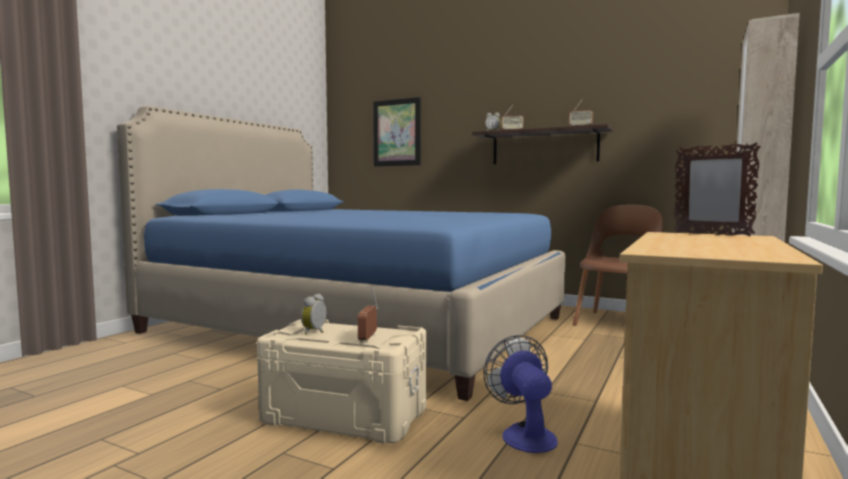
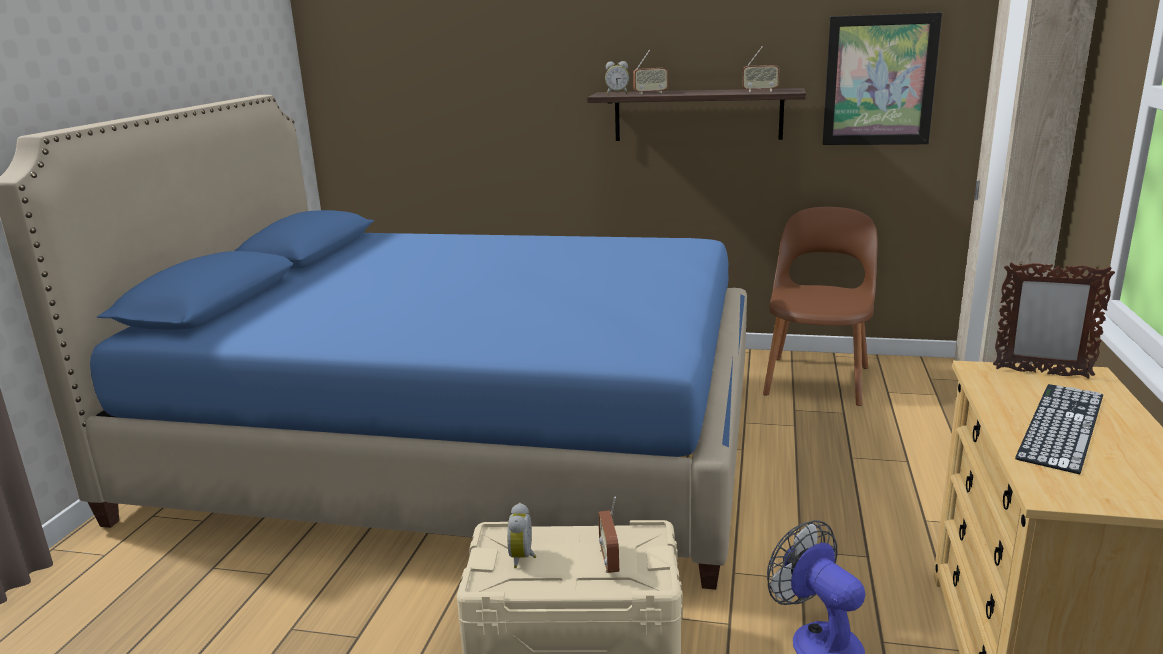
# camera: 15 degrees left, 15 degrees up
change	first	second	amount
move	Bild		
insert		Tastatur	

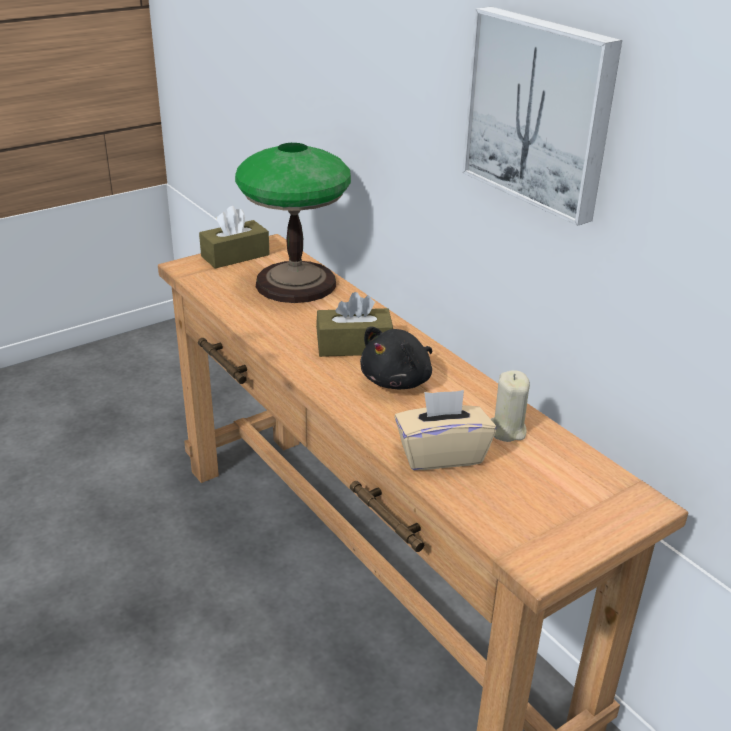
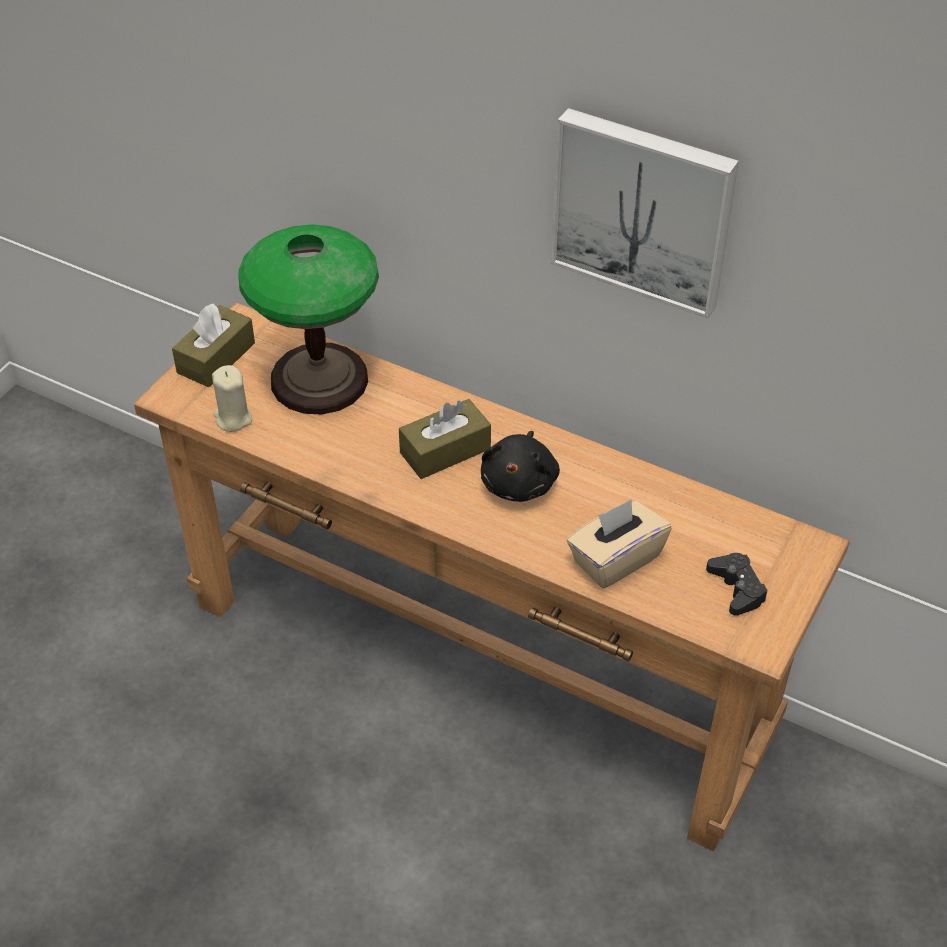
# camera: 25 degrees left, 15 degrees up
change	first	second	amount
move	Kerze/beige		
insert		Gamepad/schwarz	

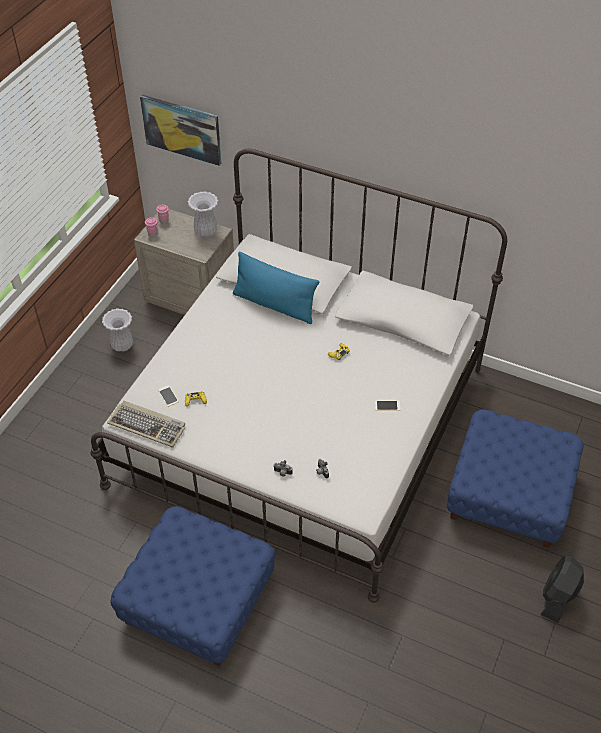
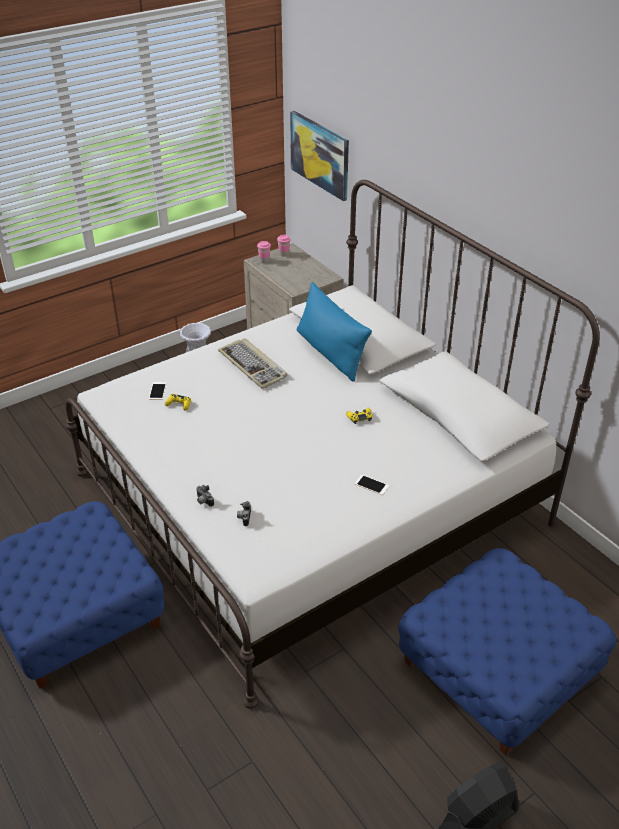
# camera: 30 degrees right, 10 degrees down
change	first	second	amount
move	Tastatur		
delete	Vase/weiß (2nd from left)		

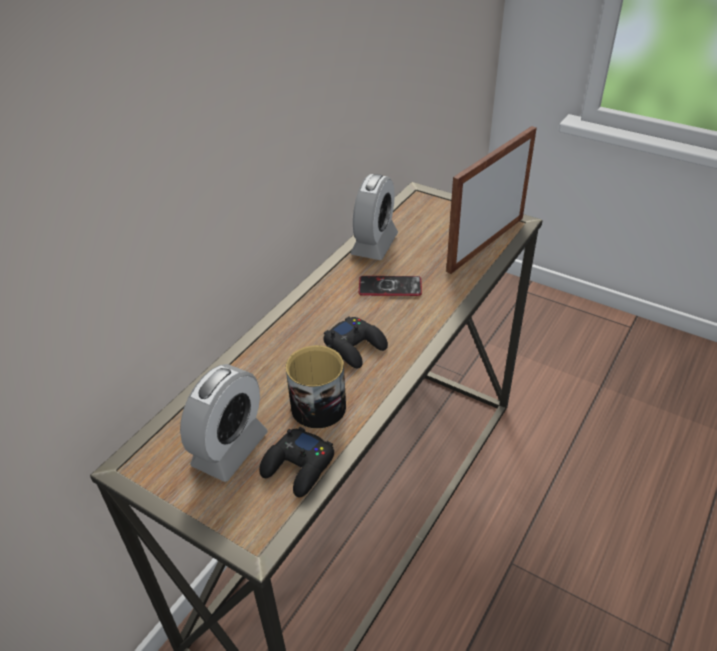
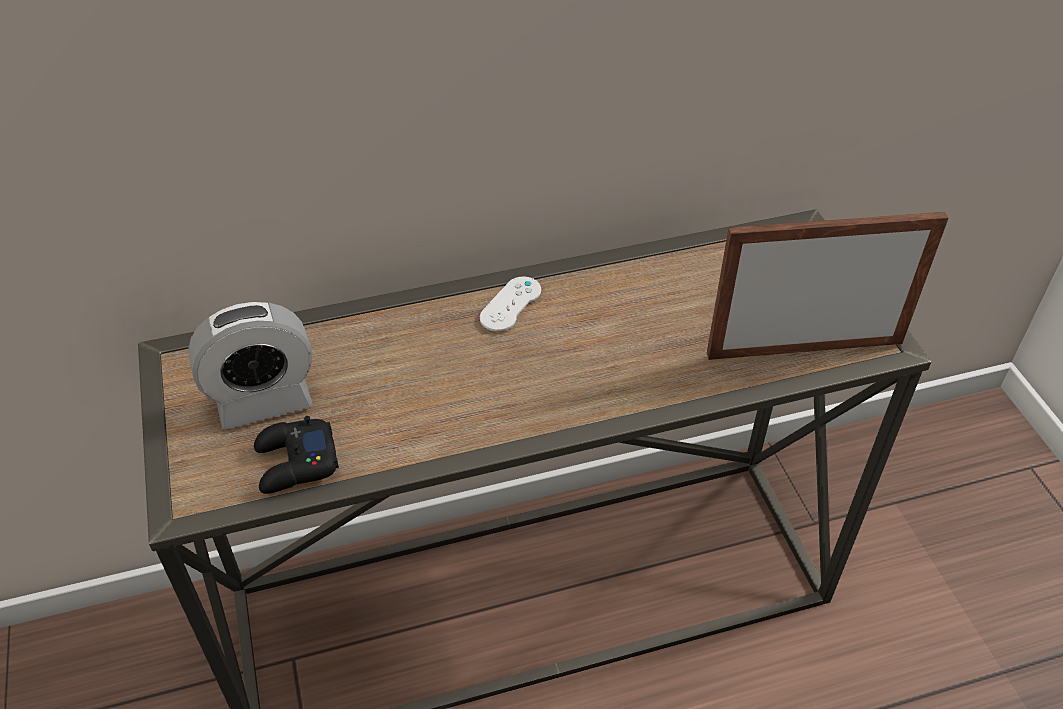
# camera: 40 degrees right, 5 degrees up
change	first	second	amount
delete	Henkelbecher		
delete	Gamepad/schwarz (2nd from left)		
delete	Wecker (2nd from left)		
delete	Handy		
insert		Gamepad/weiß	

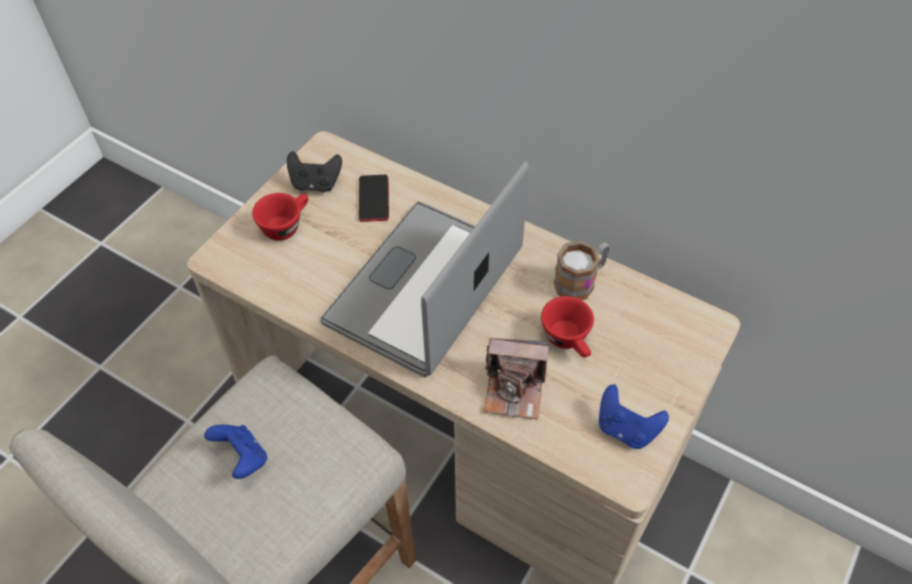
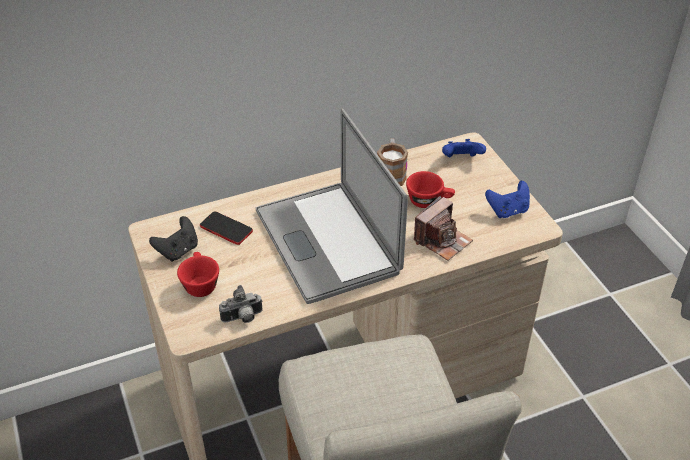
# camera: 55 degrees left, 10 degrees down
change	first	second	amount
move	Gamepad/blau (1st from left)		
insert		Kamera (1st from left)	

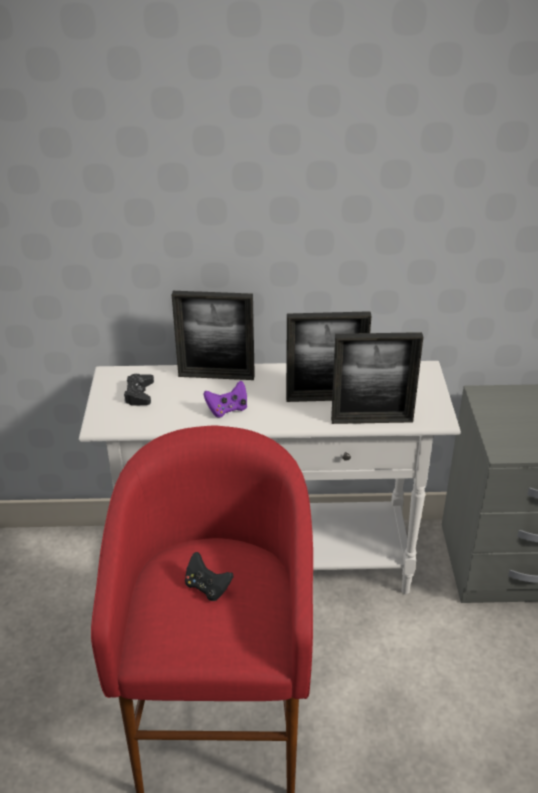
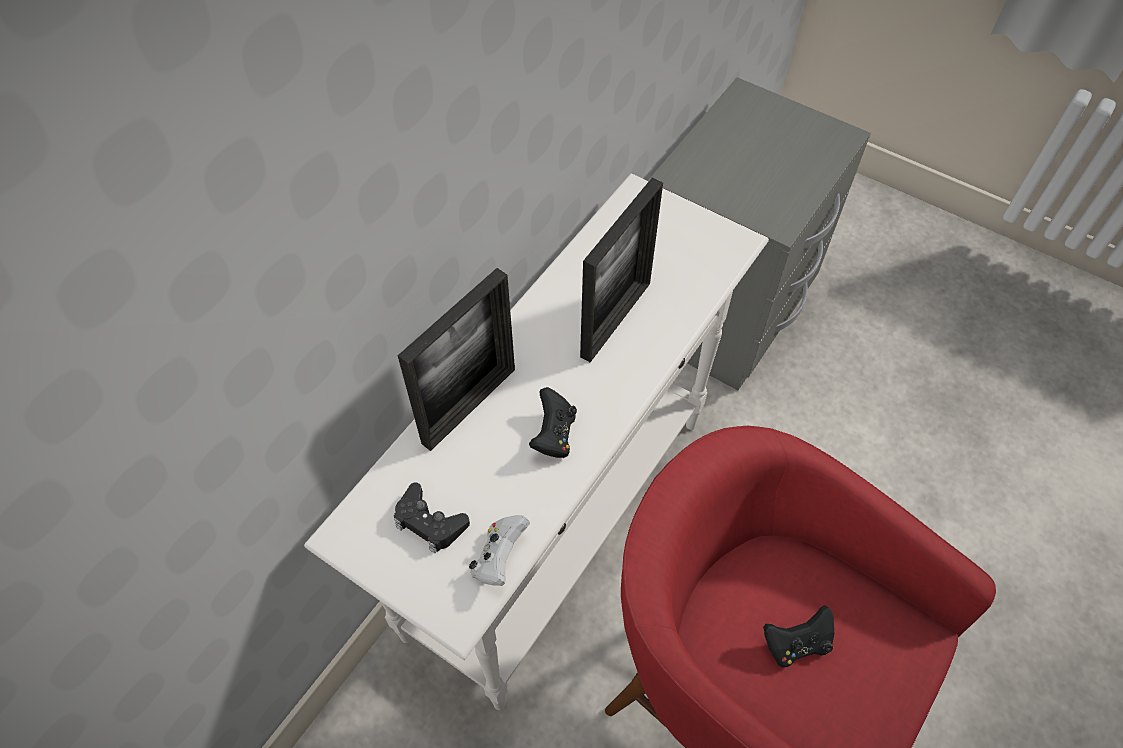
# camera: 55 degrees left, 20 degrees up
change	first	second	amount
recolor	Gamepad/lila	Gamepad/schwarz (2nd from left)	
delete	Bilderrahmen (3rd from left)		
insert		Gamepad/weiß	

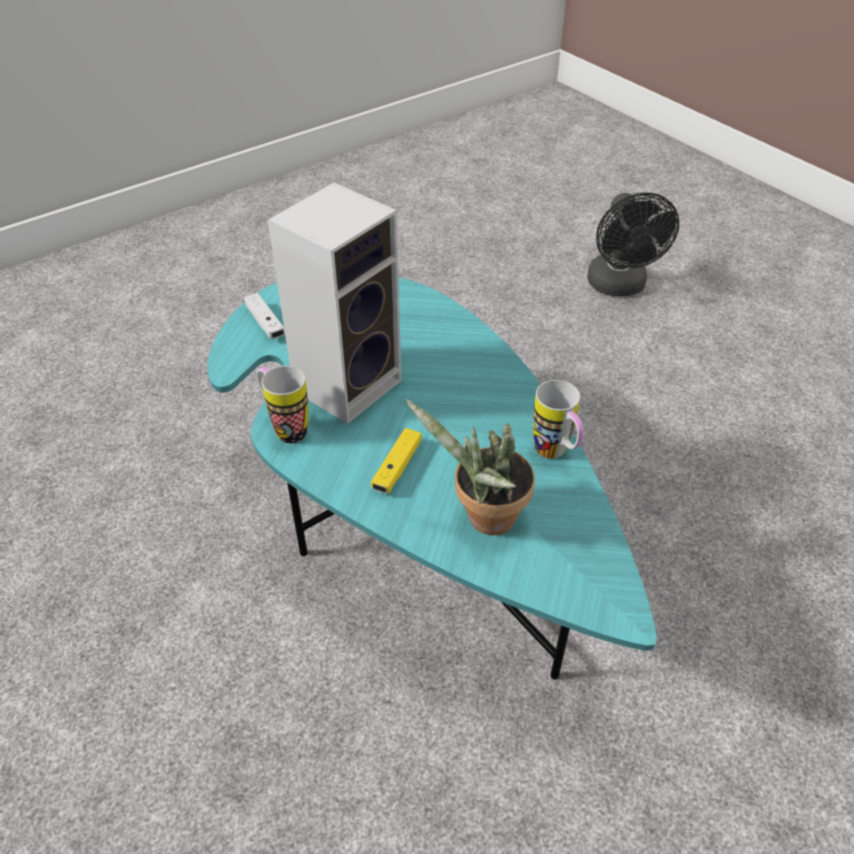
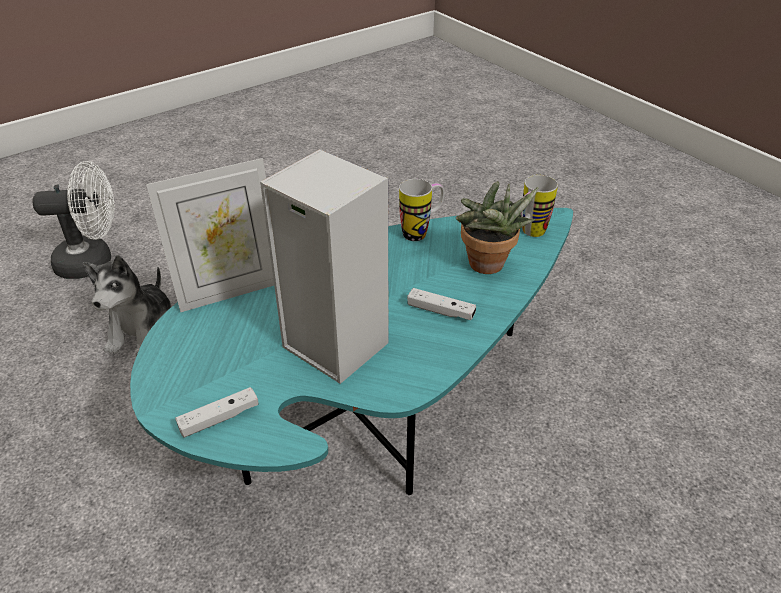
# camera: 90 degrees left, 5 degrees down
change	first	second	amount
move	Henkelbecher (1st from left in the first image)	Henkelbecher (2nd from left)	
recolor	Gamepad/gelb	Gamepad/weiß (2nd from left)	
recolor	Ventilator/schwarz	Ventilator/weiß	
insert		Plüschtier	
insert		Bilderrahmen	

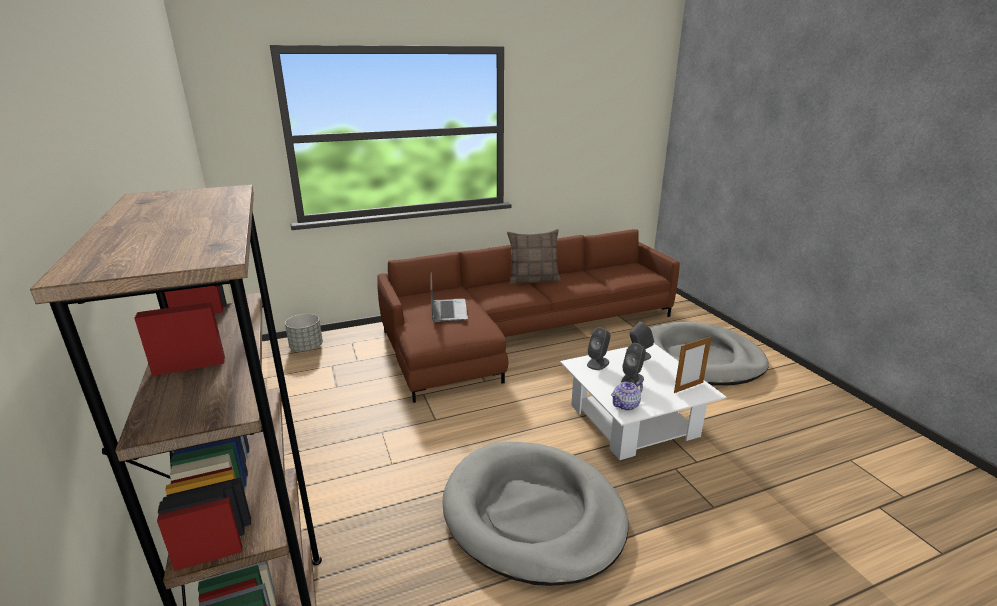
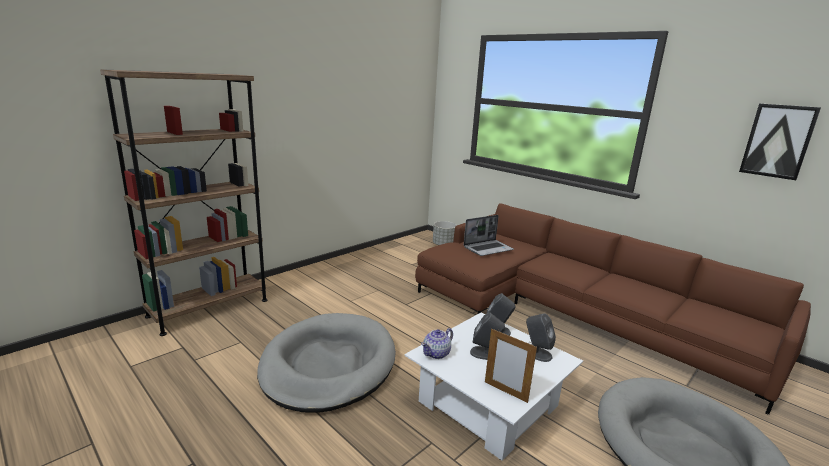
# camera: 65 degrees right, 5 degrees down
change	first	second	amount
delete	Kissen		
rotate	Teekanne		75 degrees counterclockwise
insert		Bild	

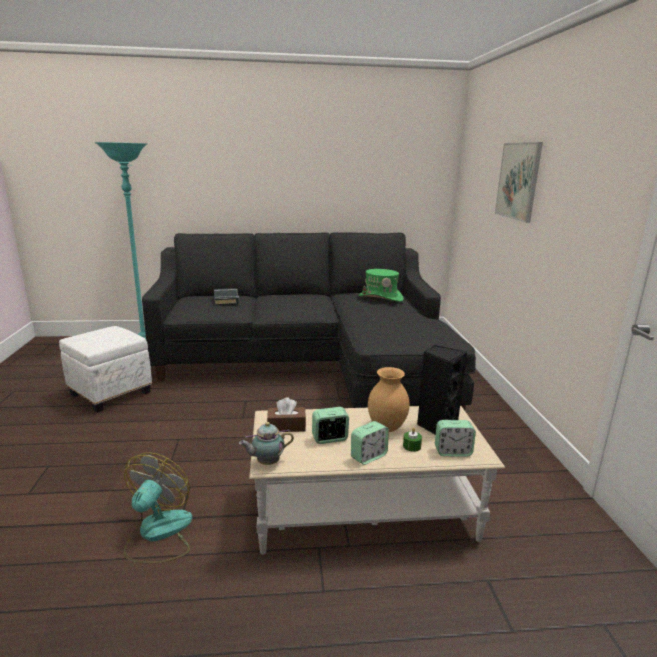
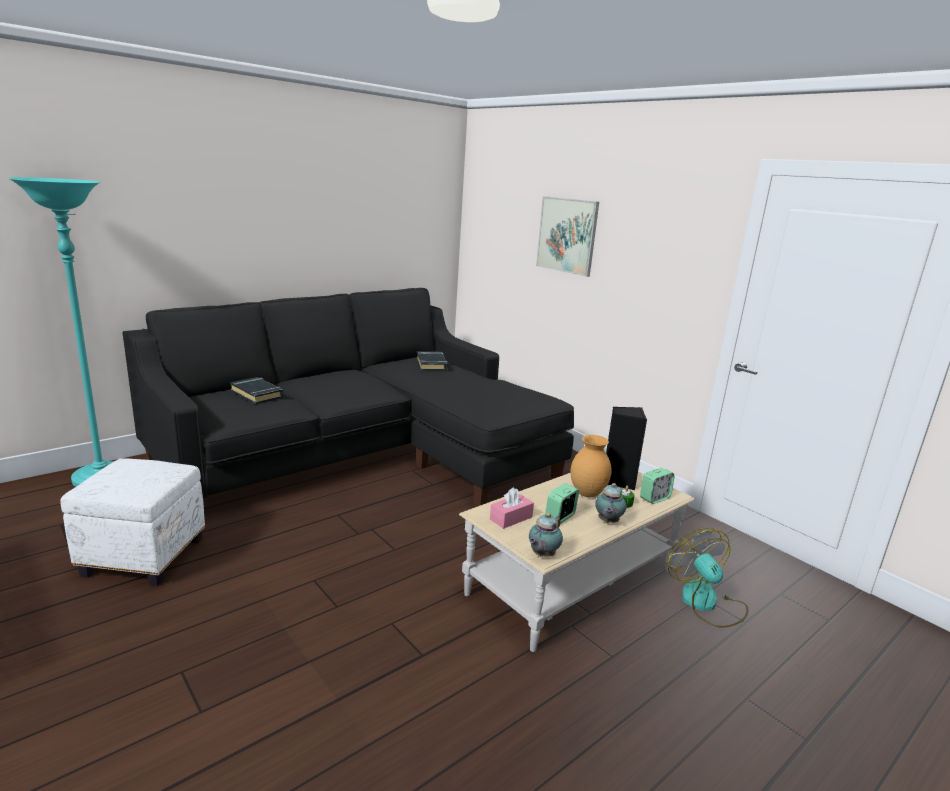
# camera: 35 degrees left, 0 degrees up
change	first	second	amount
move	Ventilator		
recolor	Taschentuchbox/braun	Taschentuchbox/rosa	
replace	Wecker (2nd from left)	Teekanne (2nd from left)	
replace	Hut/grün	Buch/schwarz (2nd from left)	

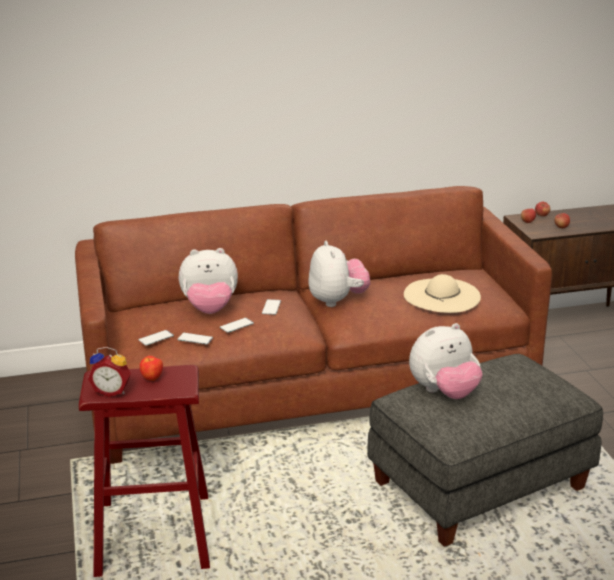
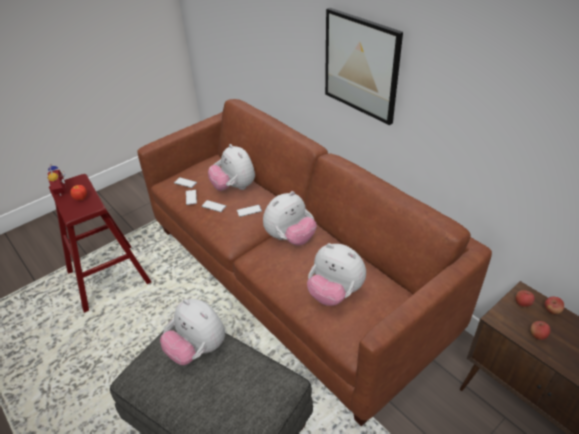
# camera: 65 degrees right, 15 degrees up
change	first	second	amount
replace	Hut/beige	Plüschtier (4th from left)	
insert		Bild	

